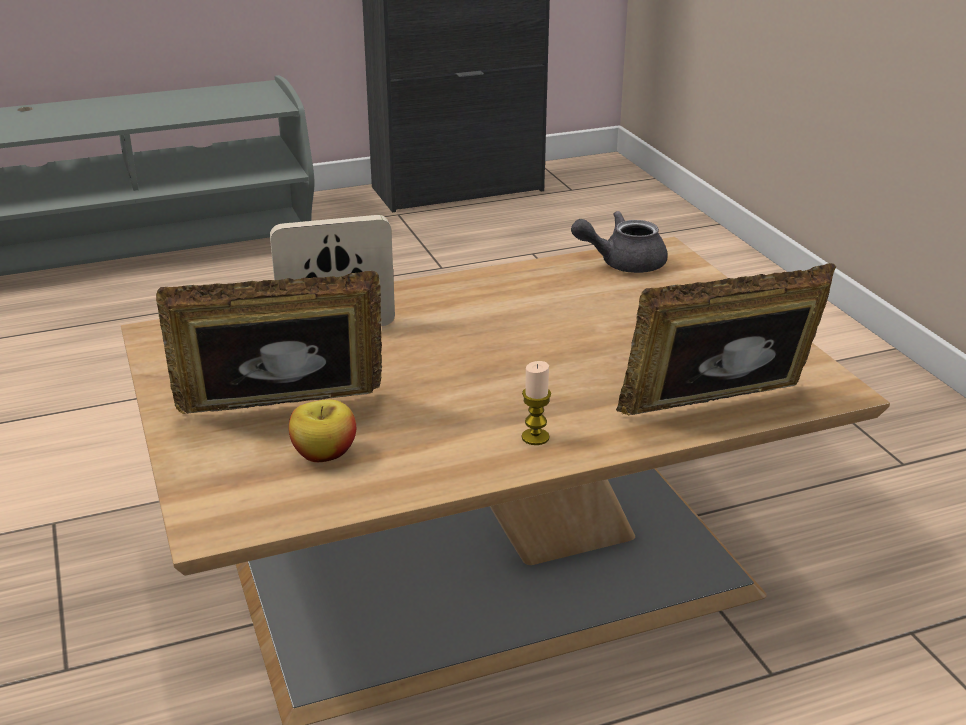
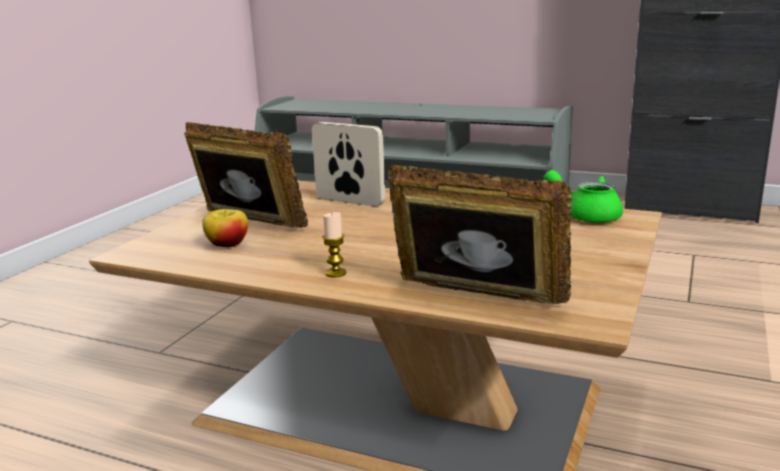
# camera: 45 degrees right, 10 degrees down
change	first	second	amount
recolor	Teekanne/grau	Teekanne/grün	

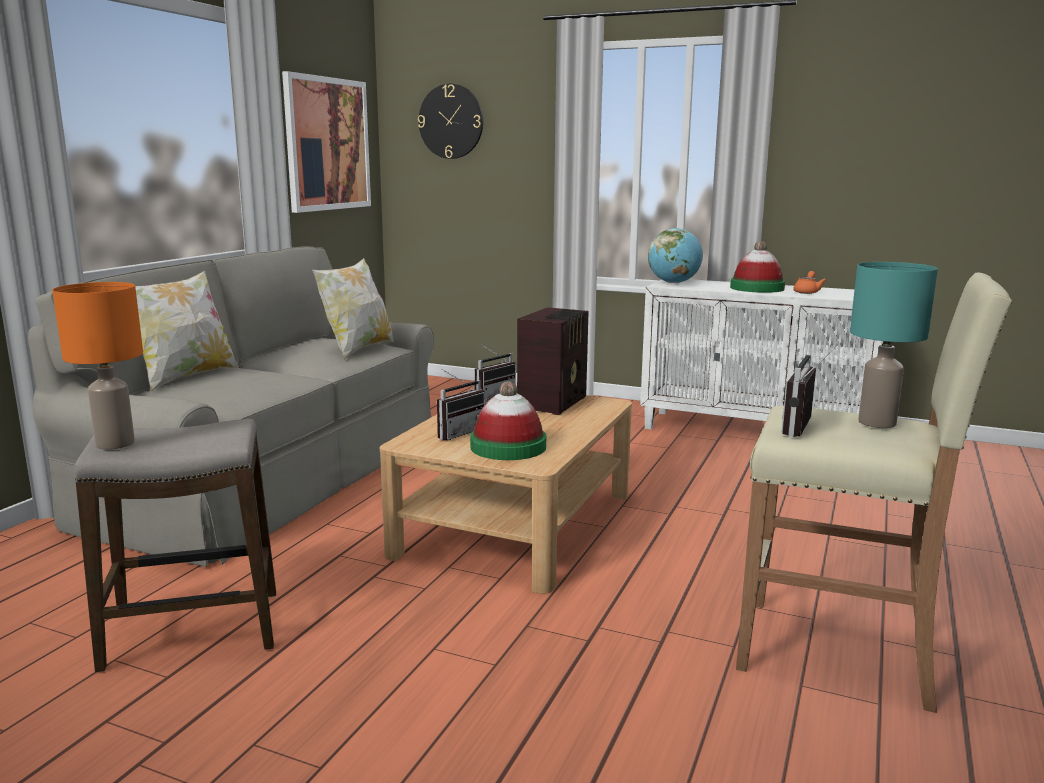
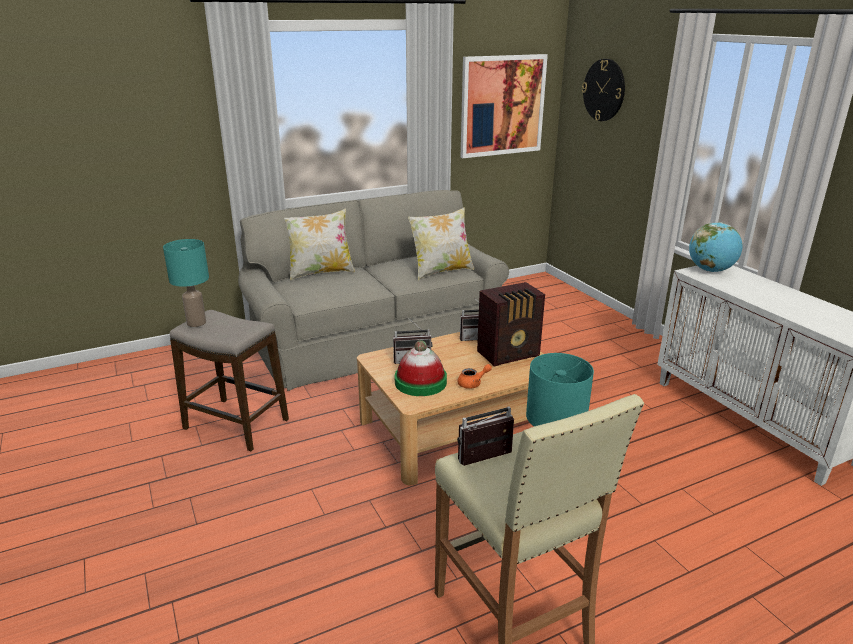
# camera: 40 degrees right, 10 degrees up
change	first	second	amount
recolor	Tischlampe/orange	Tischlampe/türkis (1st from left)	
delete	Hut (2nd from left)		
move	Teekanne/orange		

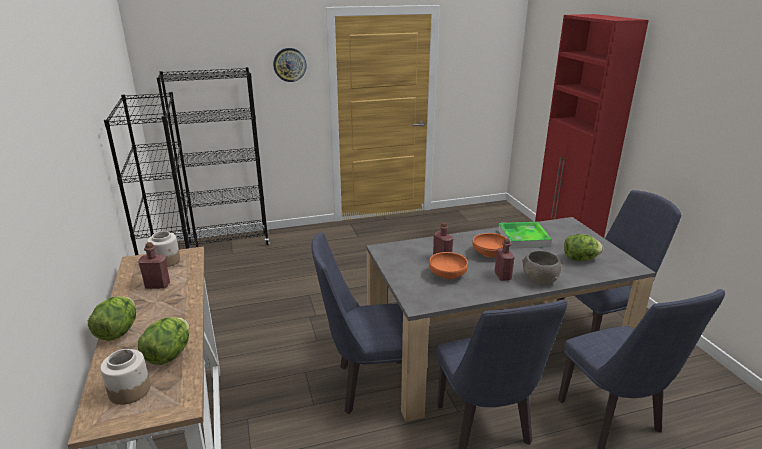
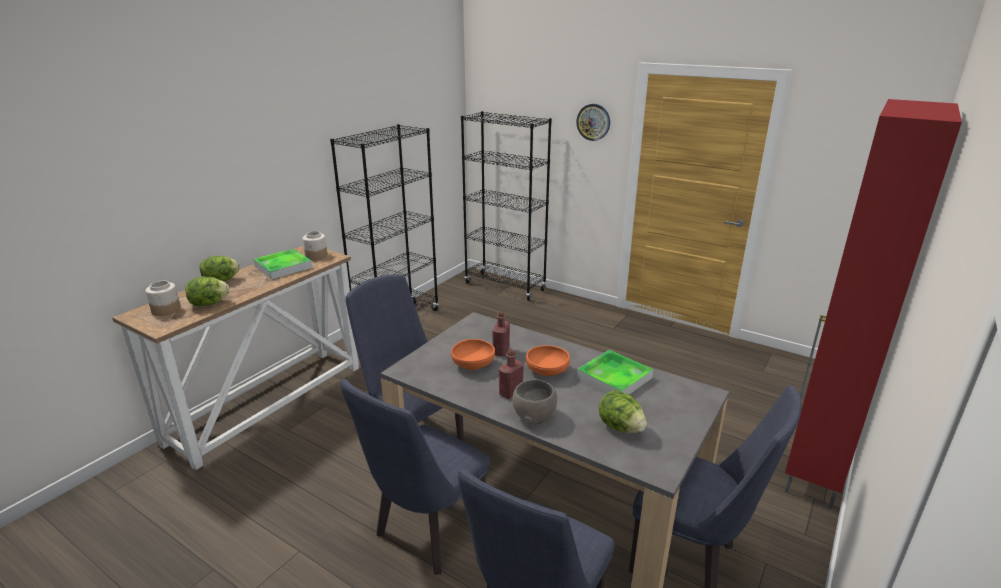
# camera: 50 degrees right, 0 degrees up
change	first	second	amount
replace	Flasche/rot (1st from left)	Tablett (1st from left)	

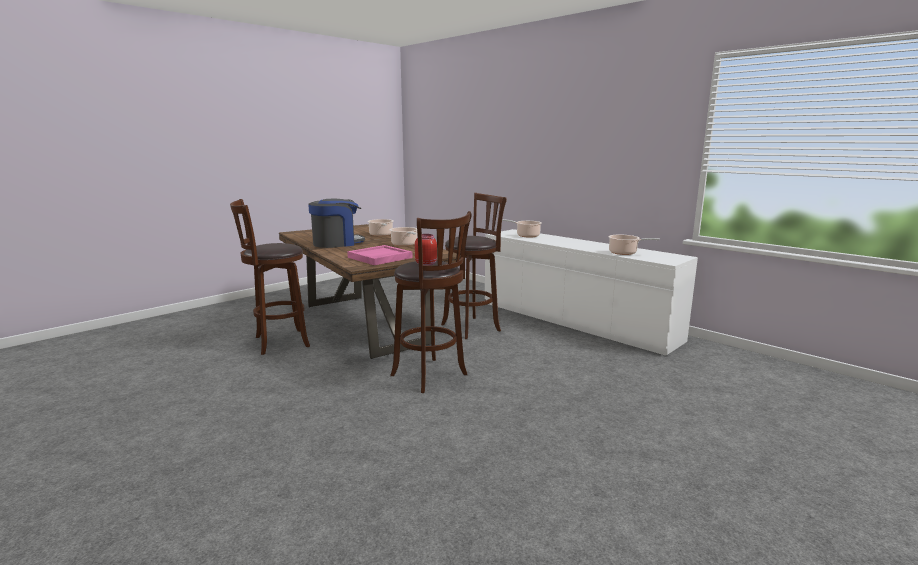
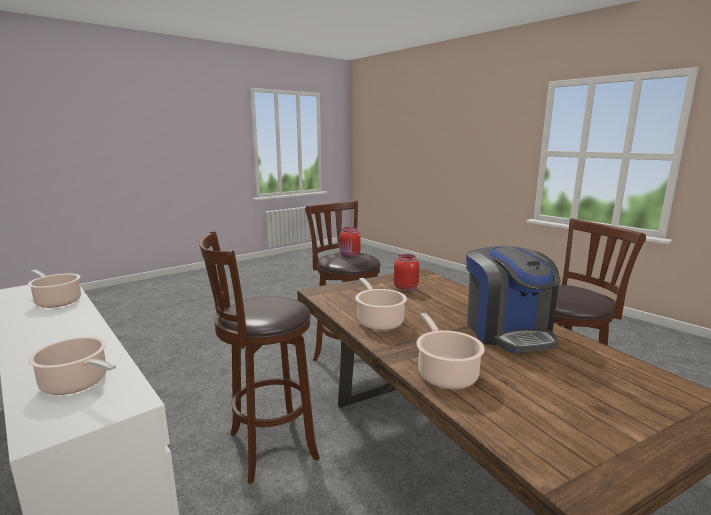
# camera: 175 degrees left, 0 degrees up
change	first	second	amount
rotate	Kaffeemaschine		75 degrees counterclockwise
replace	Tablett/rosa	Vorratsglas/rot (2nd from left)	

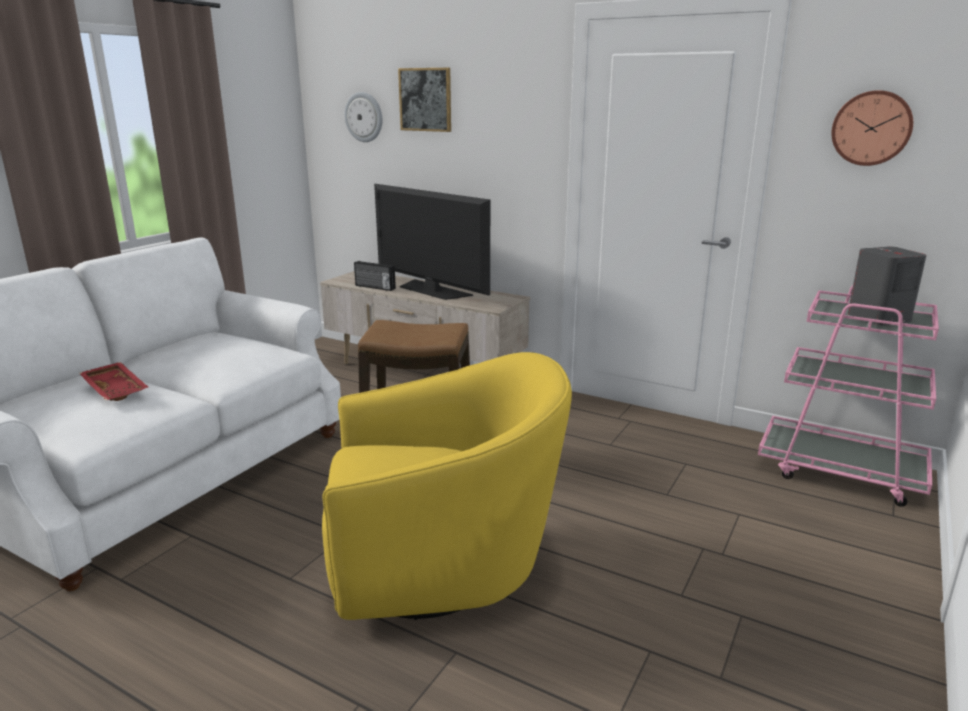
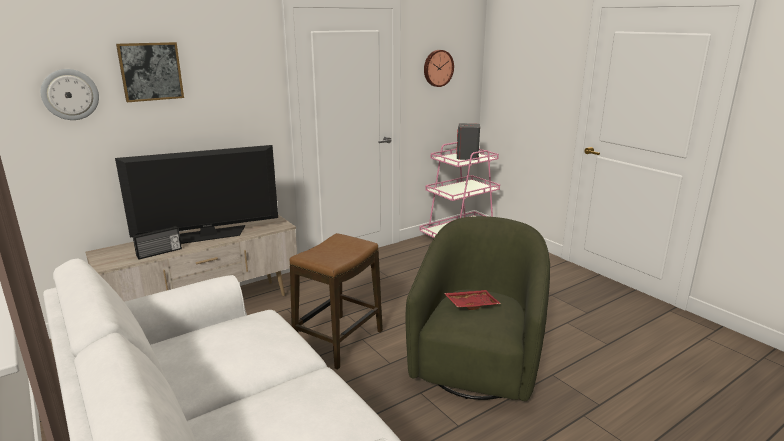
# camera: 65 degrees left, 0 degrees up
change	first	second	amount
move	Tablett/rot		
recolor	Sessel/gelb	Sessel/grün	

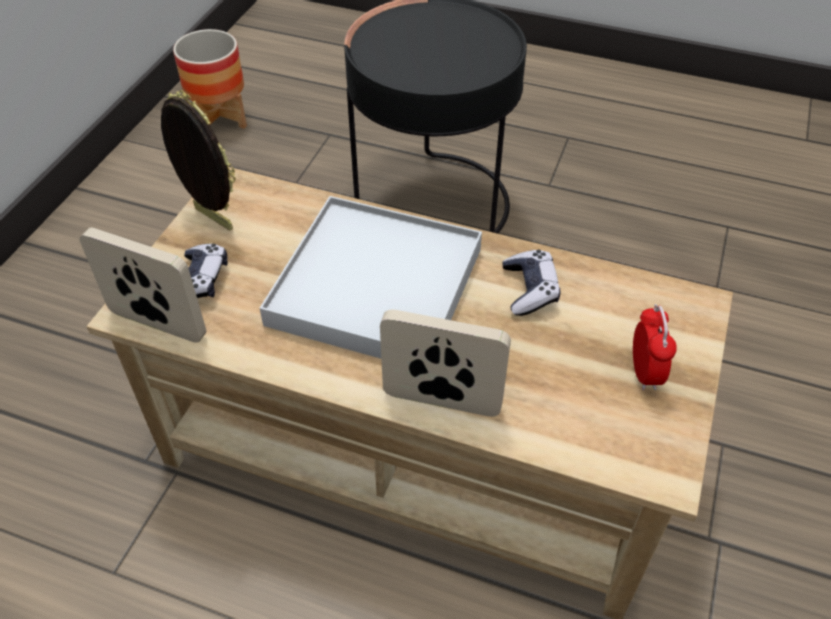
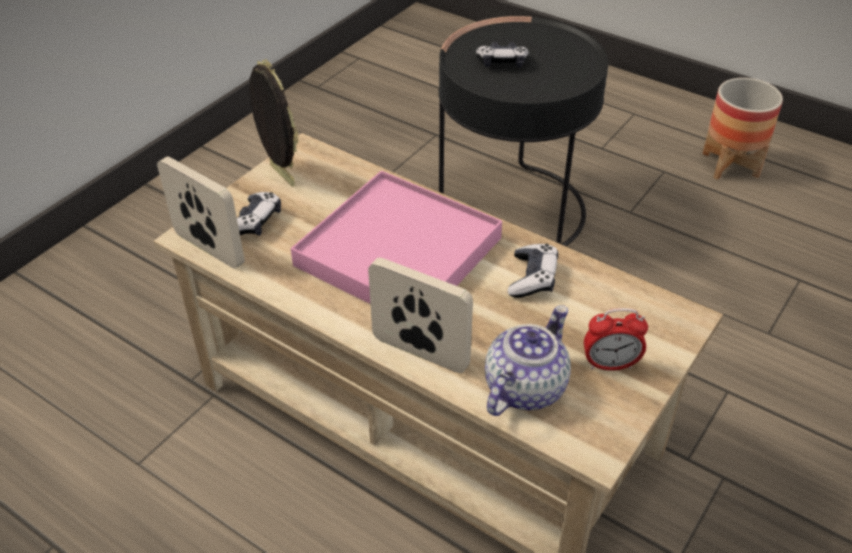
# camera: 15 degrees right, 5 degrees down
change	first	second	amount
move	Pflanzkübel		
recolor	Tablett/weiß	Tablett/rosa	
rotate	Wecker		75 degrees clockwise
insert		Gamepad (2nd from left)	
insert		Teekanne	

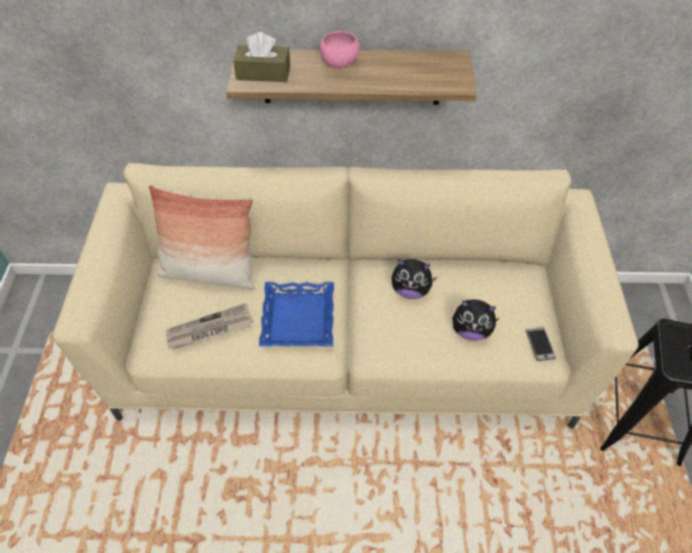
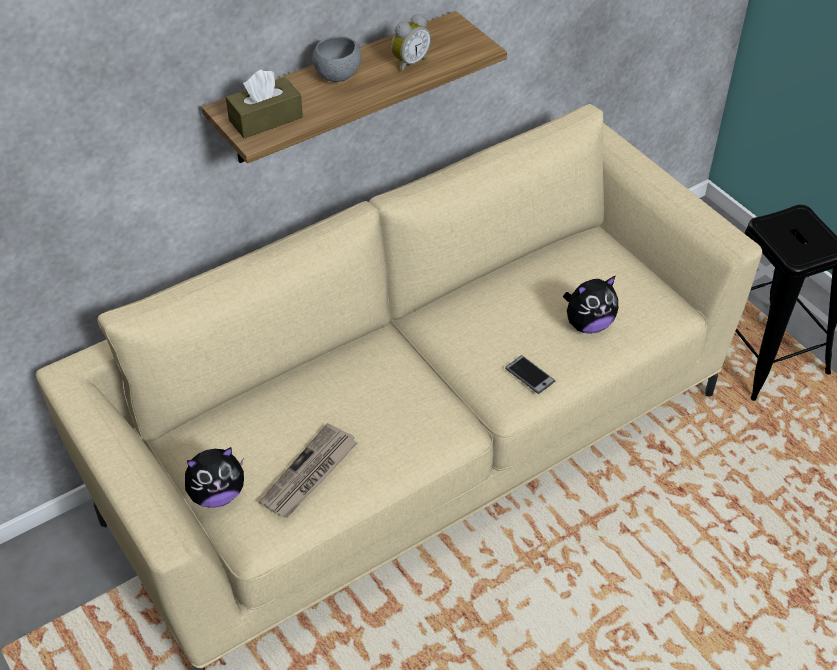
# camera: 35 degrees left, 5 degrees down
change	first	second	amount
delete	Kissen		
delete	Tablett/blau		
recolor	Schüssel/rosa	Schüssel/grau	
move	Plüschtier (1st from left)		
move	Handy		
insert		Wecker	

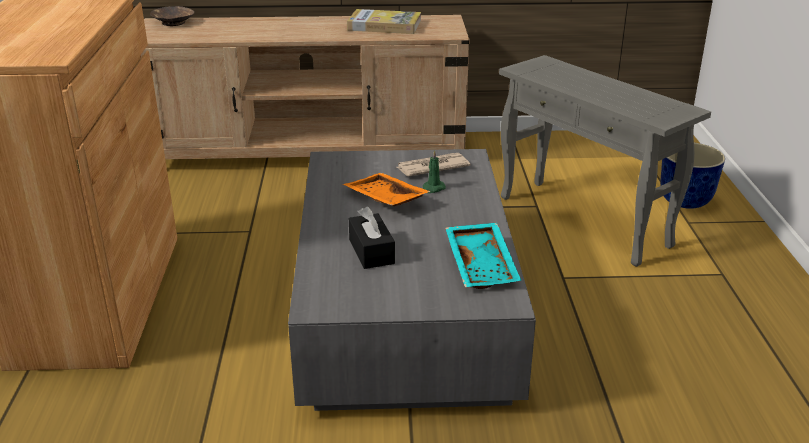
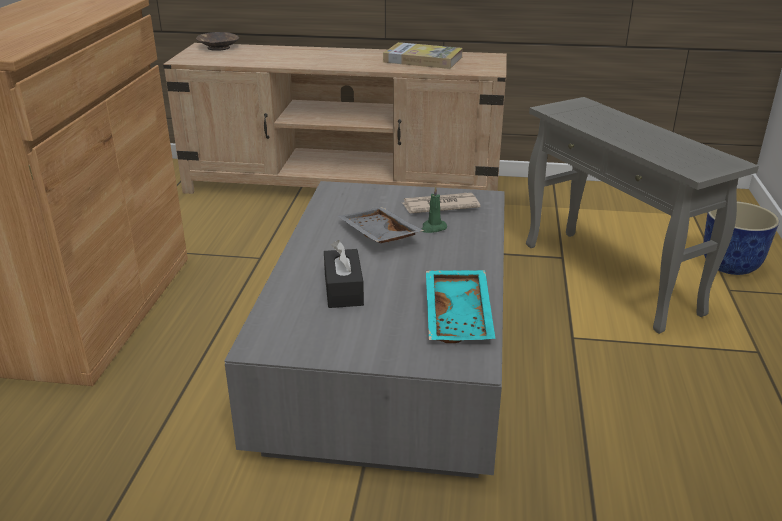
# camera: 10 degrees right, 0 degrees up
change	first	second	amount
recolor	Tablett/orange	Tablett/grau	

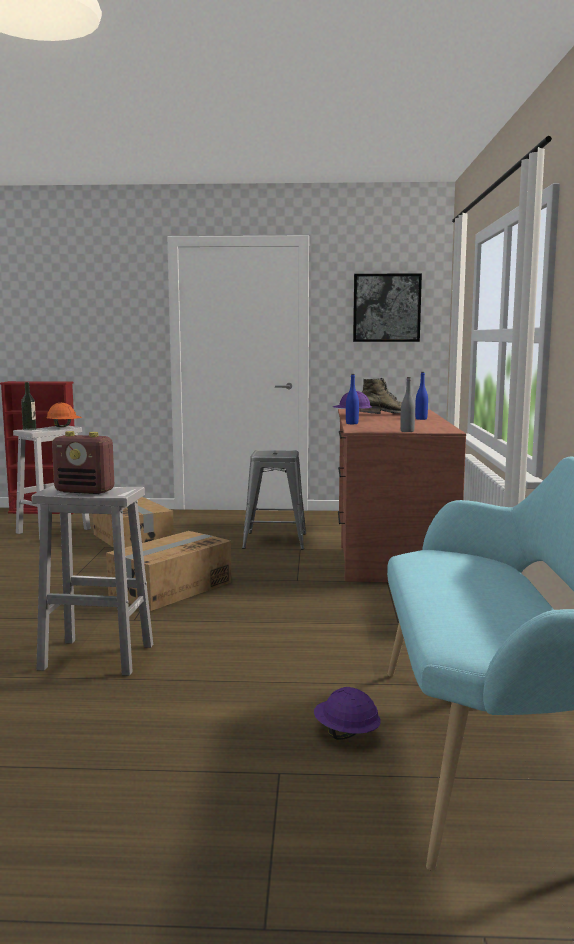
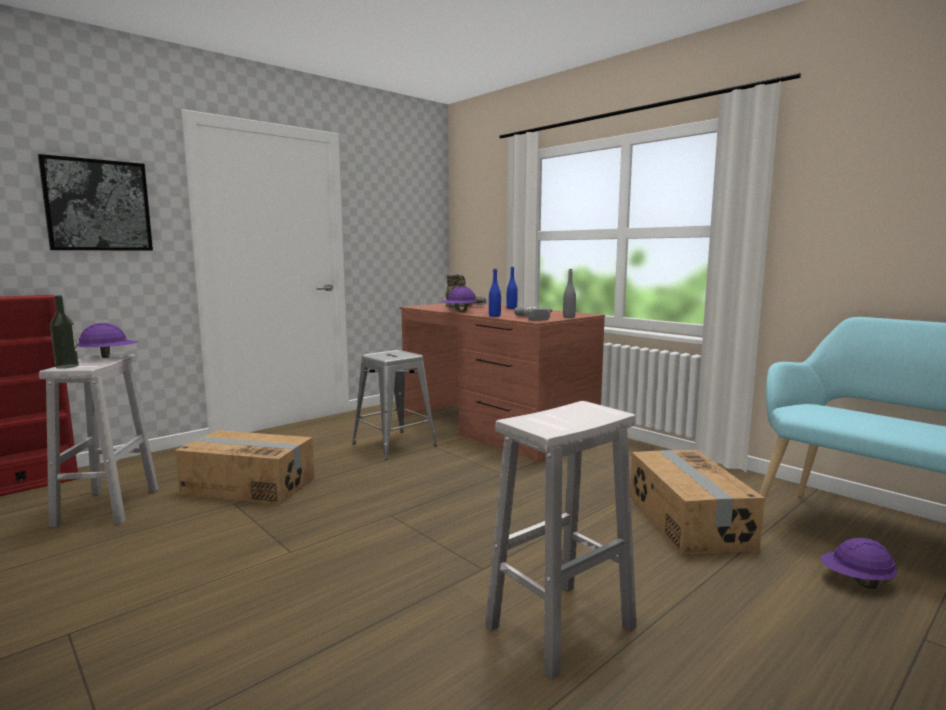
# camera: 45 degrees left, 0 degrees up
change	first	second	amount
recolor	Schutzhelm/orange	Schutzhelm/lila (1st from left)	
delete	Radio		
move	Karton (2nd from left)		
move	Bild		
insert		Bohrmaschine	

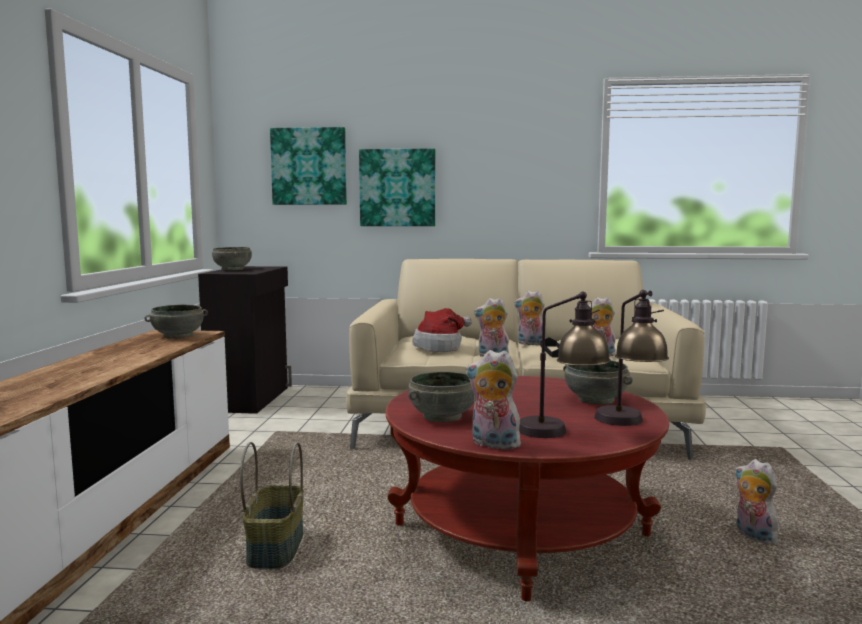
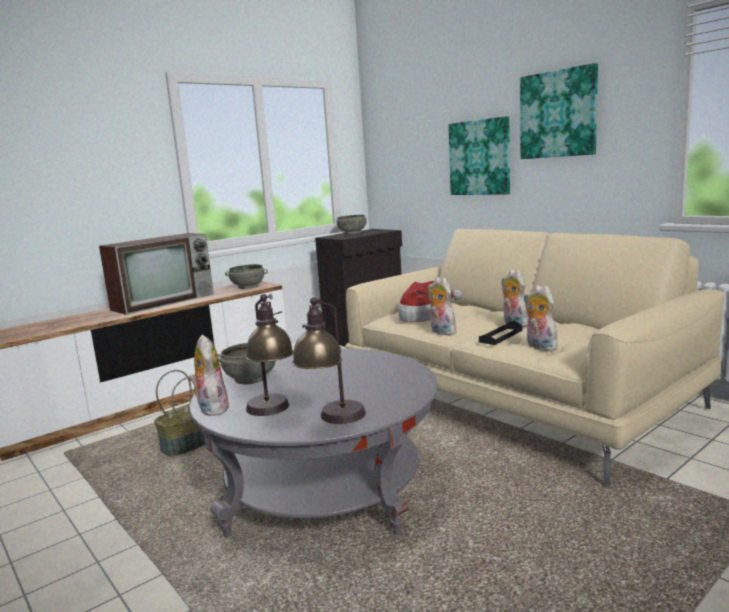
# camera: 45 degrees right, 5 degrees up
change	first	second	amount
move	Bild (1st from left in the first image)	Bild (2nd from left)	
recolor	Couchtisch/rot	Couchtisch/grau	
delete	Schüssel/grau (4th from left)		
delete	Plüschtier (5th from left)		
insert		Fernseher	

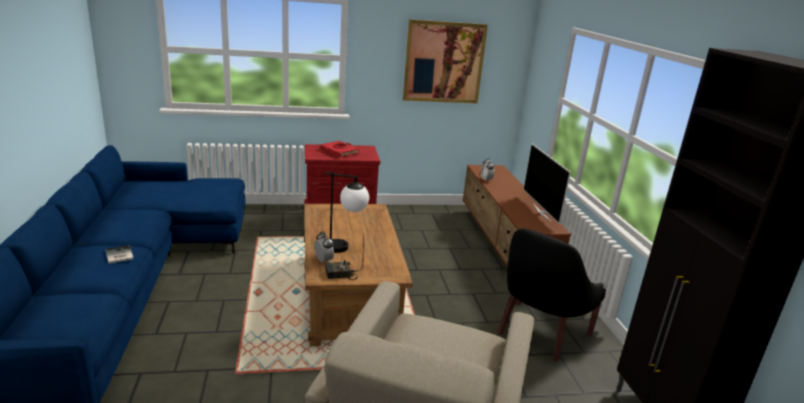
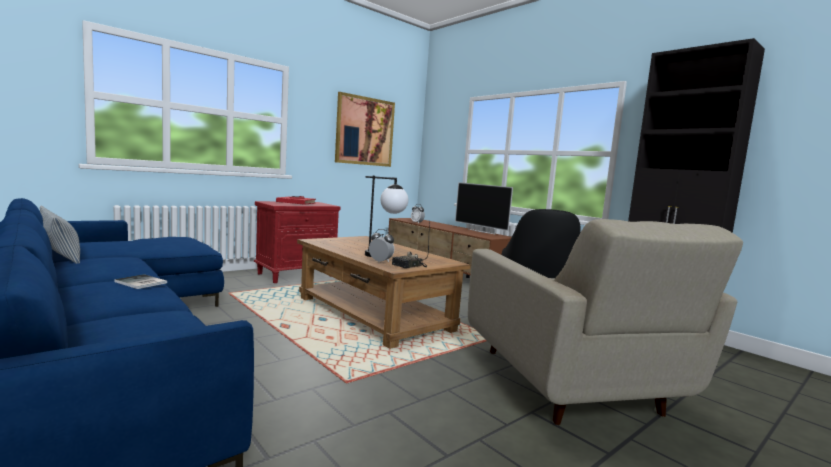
# camera: 30 degrees left, 15 degrees down
change	first	second	amount
insert		Kissen	

